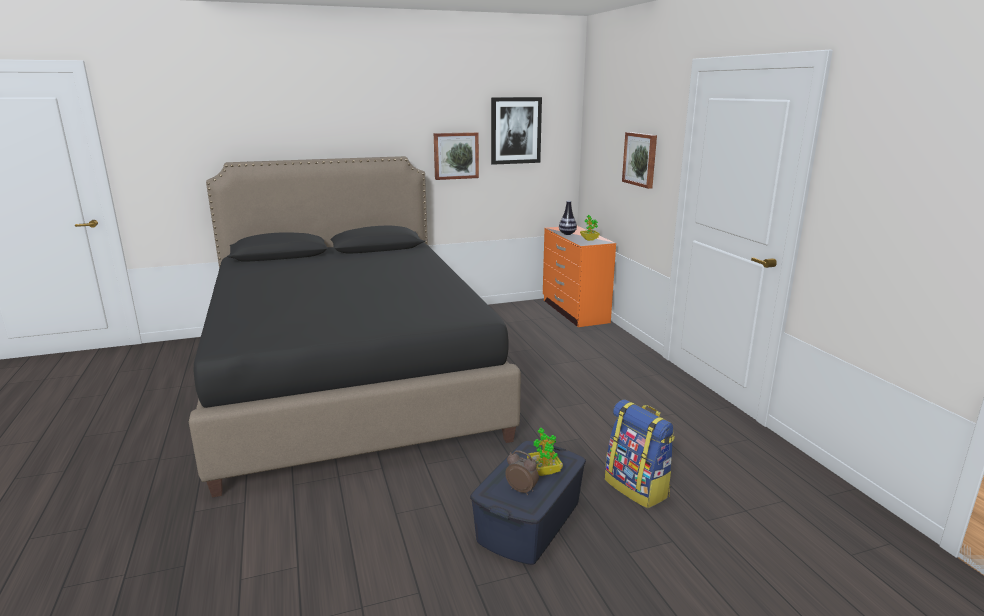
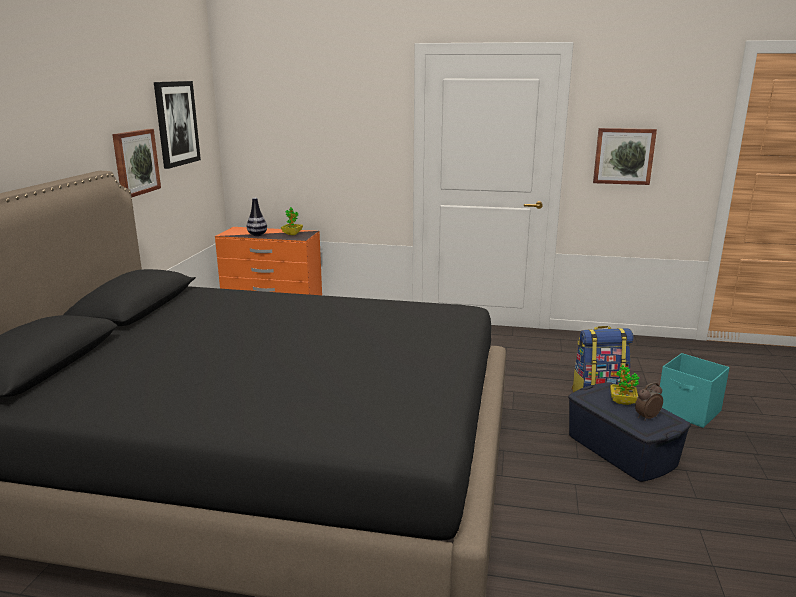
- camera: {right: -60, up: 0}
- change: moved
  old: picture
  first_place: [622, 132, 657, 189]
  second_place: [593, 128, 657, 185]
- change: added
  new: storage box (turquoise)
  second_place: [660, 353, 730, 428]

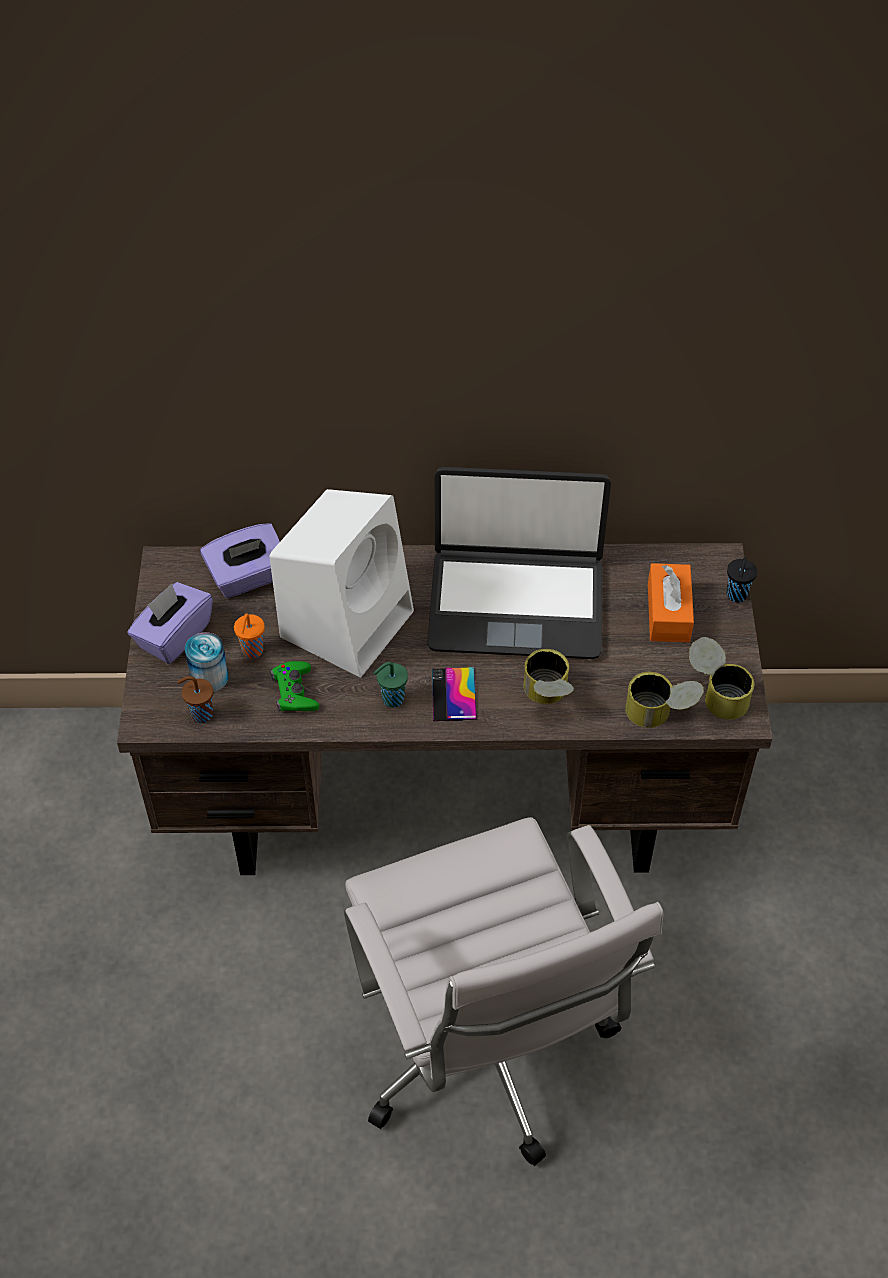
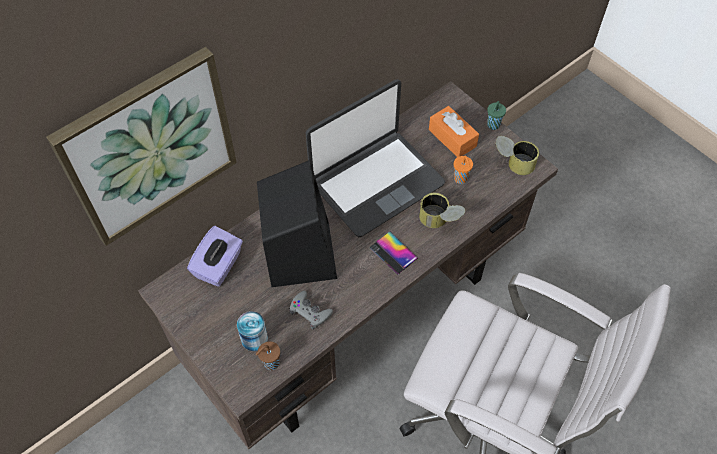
- camera: {right: -40, up: 5}
- change: removed
  old: tissue box (purple)
  first_place: [127, 582, 213, 664]
- change: moved
  old: cup (orange)
  first_place: [234, 613, 265, 659]
  second_place: [454, 156, 473, 184]
- change: recoloured
  old: speaker (white)
  new: speaker (black)
  first_place: [270, 489, 414, 678]
  second_place: [257, 160, 337, 287]
- change: recoloured
  old: game controller (green)
  new: game controller (grey)
  first_place: [271, 661, 319, 711]
  second_place: [289, 291, 333, 329]
- change: moved
  old: cup (green)
  first_place: [374, 662, 408, 708]
  second_place: [487, 101, 506, 130]
- change: removed
  old: can
  first_place: [625, 672, 704, 728]
- change: removed
  old: cup (black)
  first_place: [727, 557, 757, 602]
- change: added
  new: picture
  second_place: [46, 47, 237, 246]

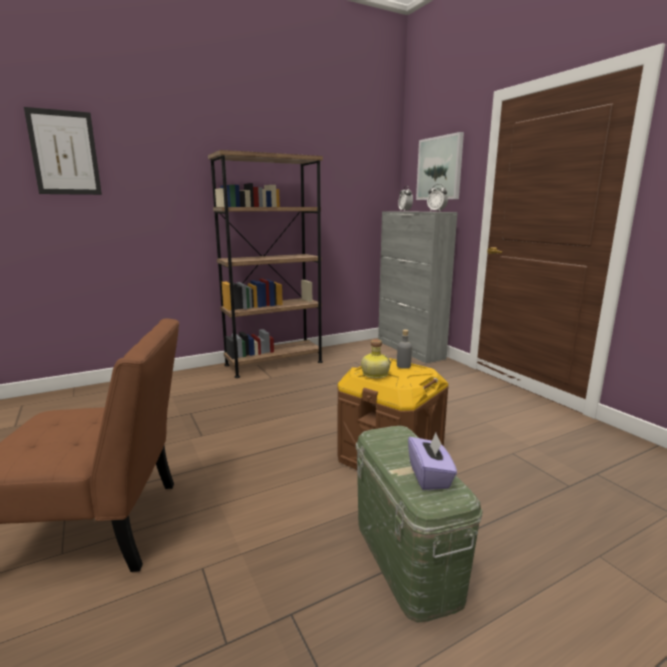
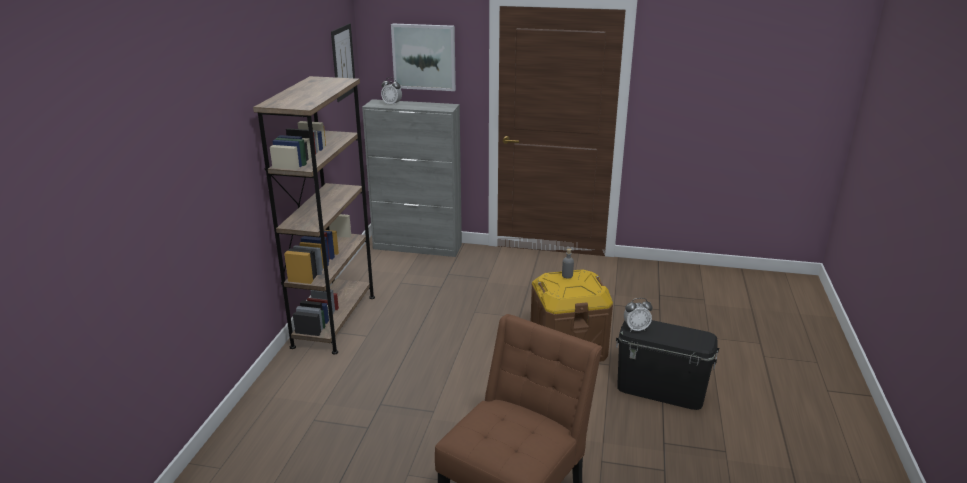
- camera: {right: -50, up: 10}
- change: moved
  old: picture
  first_place: [24, 107, 102, 195]
  second_place: [331, 23, 355, 102]
- change: recoloured
  old: storage box (green)
  new: storage box (black)
  first_place: [356, 426, 483, 623]
  second_place: [616, 320, 719, 410]
- change: removed
  old: bottle
  first_place: [361, 339, 390, 378]
- change: removed
  old: tissue box (purple)
  first_place: [408, 433, 457, 490]
- change: moved
  old: alarm clock
  first_place: [427, 184, 448, 212]
  second_place: [624, 298, 652, 332]

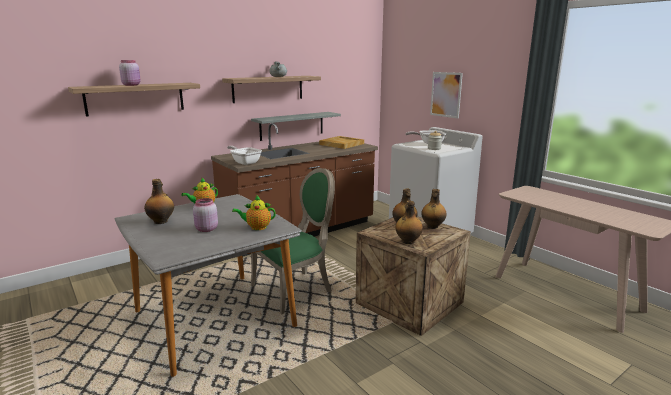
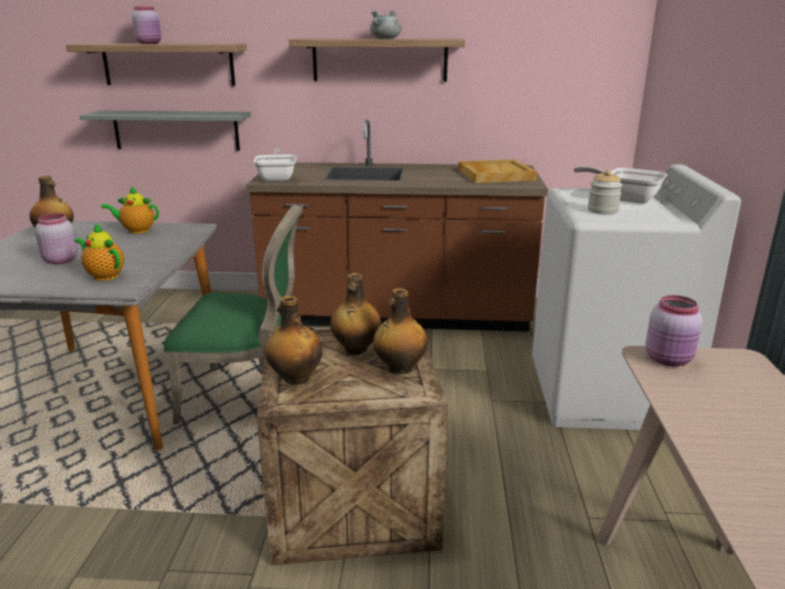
- camera: {right: 40, up: 5}
- change: moved
  old: shelf (grey)
  first_place: [251, 112, 341, 141]
  second_place: [79, 111, 251, 151]
- change: removed
  old: picture
  first_place: [430, 72, 463, 119]
- change: added
  new: jar (pink)
  second_place: [645, 295, 702, 366]

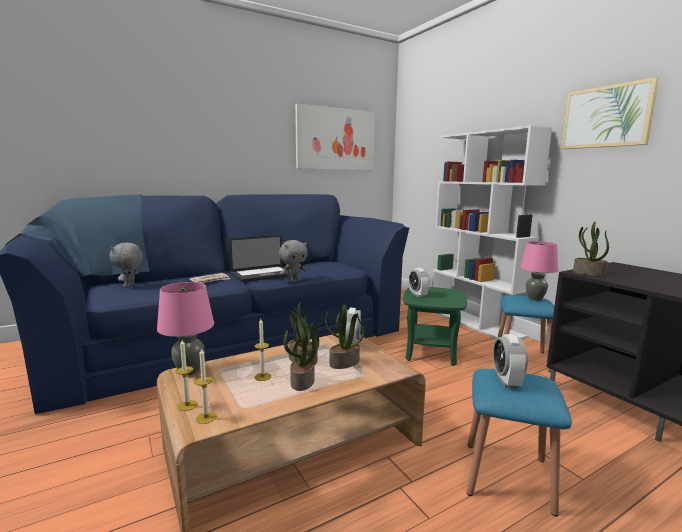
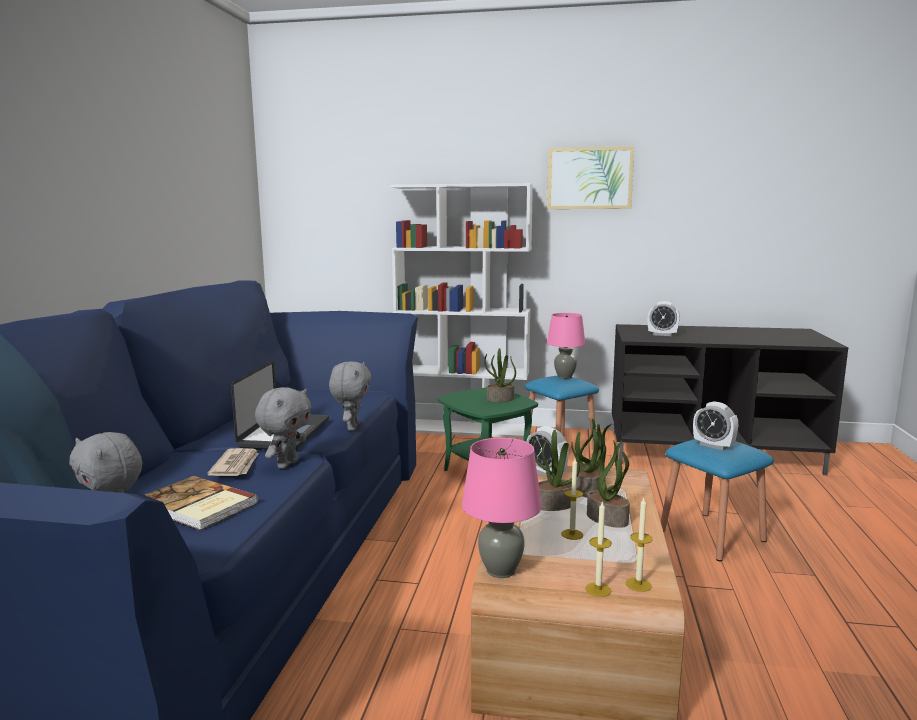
- camera: {right: -50, up: 0}
- change: removed
  old: picture
  first_place: [295, 104, 375, 170]
- change: moved
  old: alarm clock
  first_place: [409, 268, 430, 297]
  second_place: [648, 301, 680, 336]
- change: moved
  old: potted plant
  first_place: [573, 222, 609, 276]
  second_place: [484, 348, 516, 402]
- change: added
  new: book
  second_place: [145, 476, 258, 530]
- change: added
  new: plush toy (grey)
  second_place: [255, 387, 312, 469]

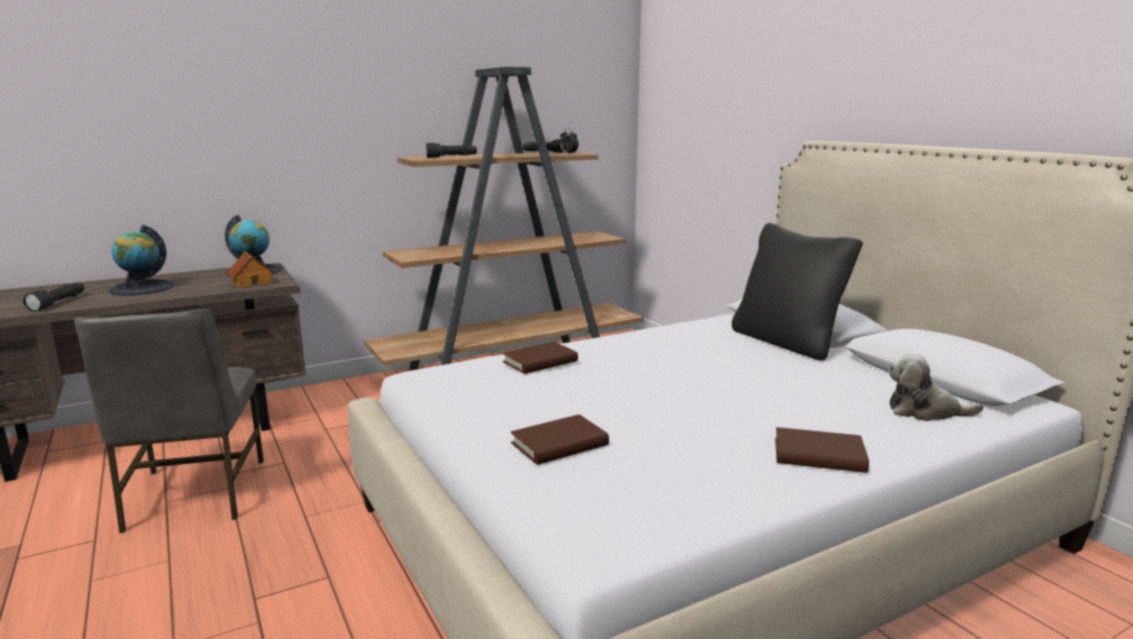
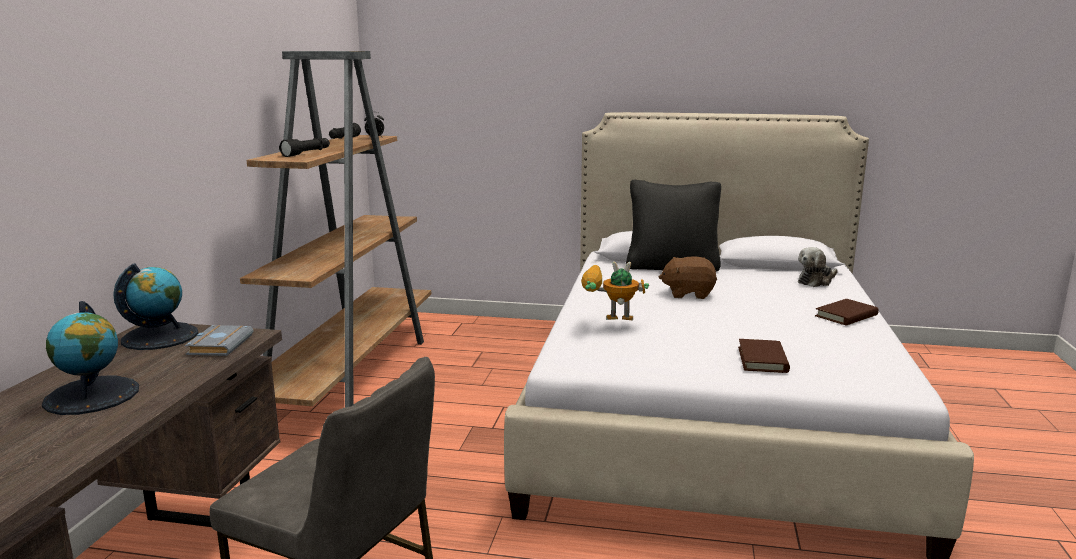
- camera: {right: -50, up: 0}
- change: removed
  old: flashlight (black)
  first_place: [23, 282, 84, 312]
- change: replaced
  old: toy house
  new: book (grey)
  first_place: [227, 251, 275, 288]
  second_place: [185, 325, 254, 356]
- change: replaced
  old: book (brown)
  new: toy robot
  first_place: [502, 341, 578, 374]
  second_place: [581, 261, 649, 321]
- change: added
  new: plush toy (brown)
  second_place: [659, 256, 717, 299]

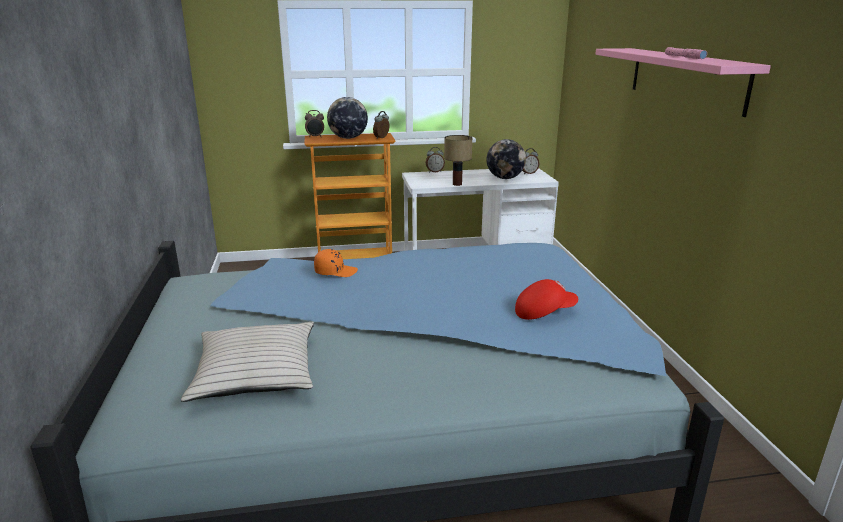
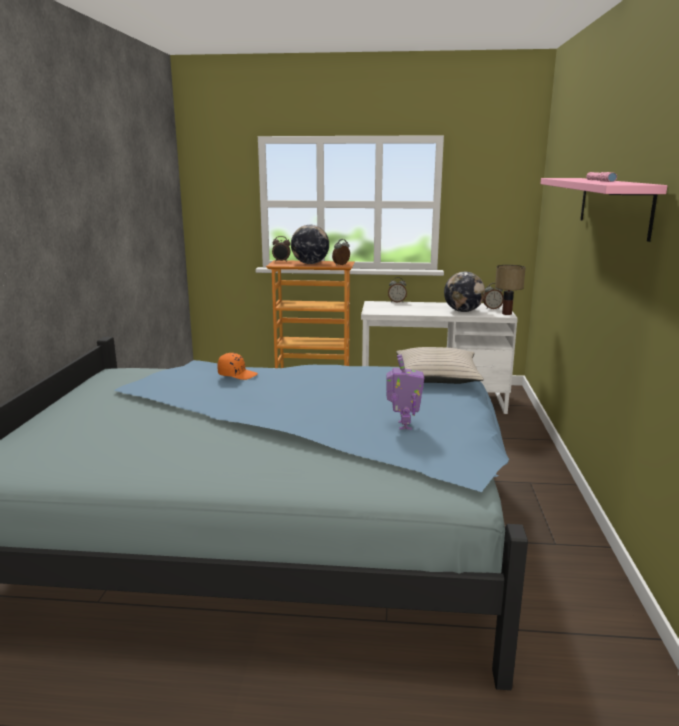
- camera: {right: 15, up: -5}
- change: moved
  old: pillow (beige)
  first_place: [181, 322, 314, 402]
  second_place: [396, 347, 484, 384]
- change: moved
  old: table lamp
  first_place: [444, 135, 472, 186]
  second_place: [495, 265, 526, 315]
- change: replaced
  old: cap (red)
  new: toy robot
  first_place: [515, 279, 578, 320]
  second_place: [386, 354, 424, 430]

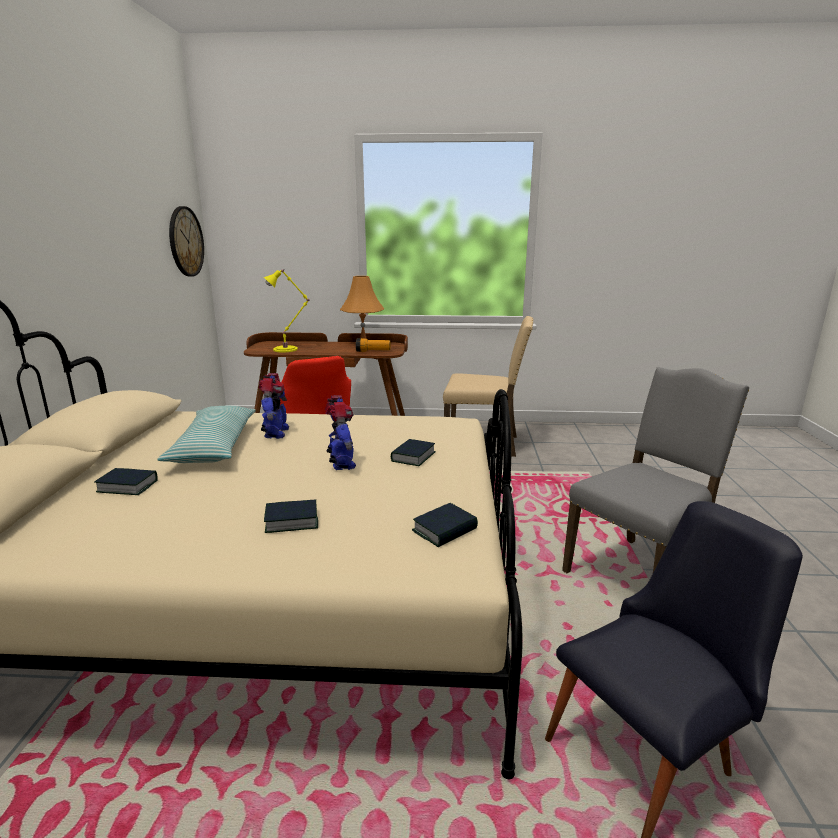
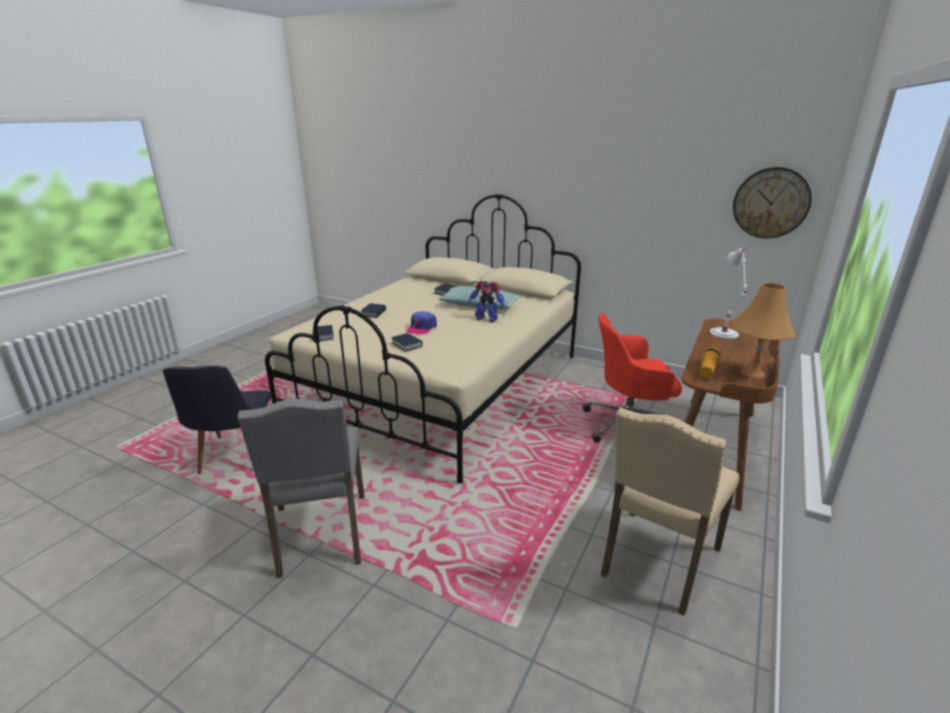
- camera: {right: 115, up: 5}
- change: recoloured
  old: table lamp (yellow)
  new: table lamp (white)
  first_place: [264, 269, 310, 352]
  second_place: [710, 248, 748, 339]
- change: replaced
  old: toy robot
  new: cap
  first_place: [325, 395, 356, 470]
  second_place: [405, 311, 437, 335]

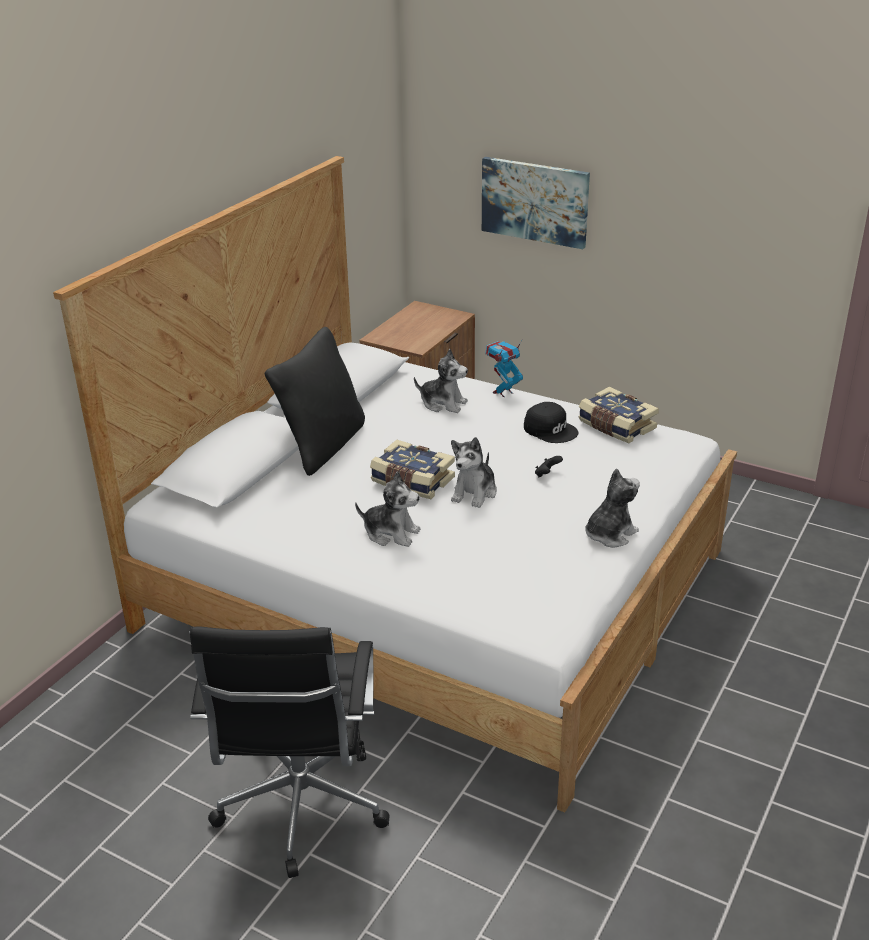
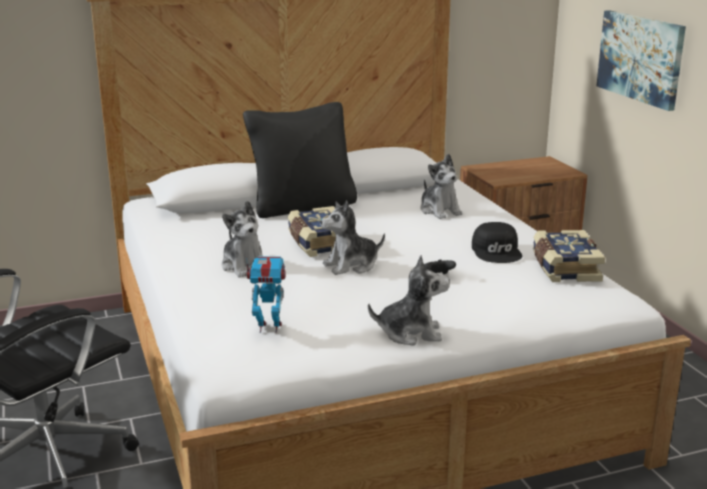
- camera: {right: 40, up: -10}
- change: moved
  old: toy robot
  first_place: [485, 339, 523, 397]
  second_place: [246, 256, 285, 333]

